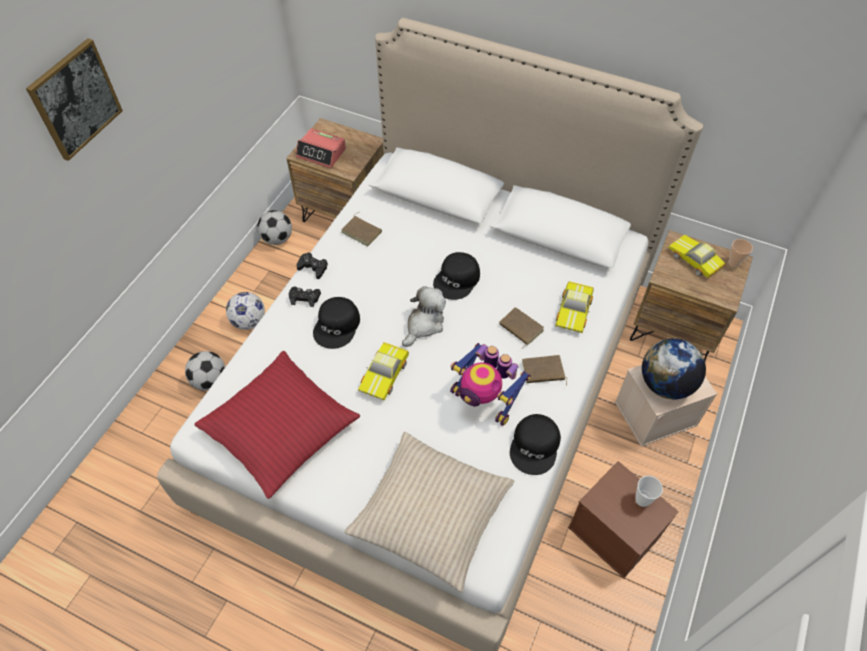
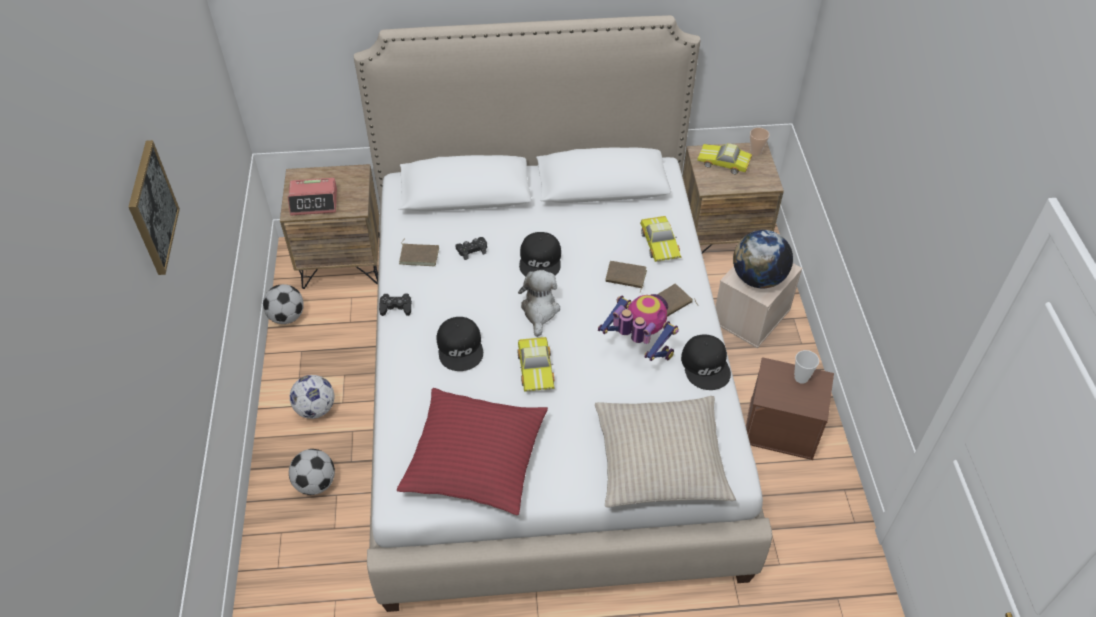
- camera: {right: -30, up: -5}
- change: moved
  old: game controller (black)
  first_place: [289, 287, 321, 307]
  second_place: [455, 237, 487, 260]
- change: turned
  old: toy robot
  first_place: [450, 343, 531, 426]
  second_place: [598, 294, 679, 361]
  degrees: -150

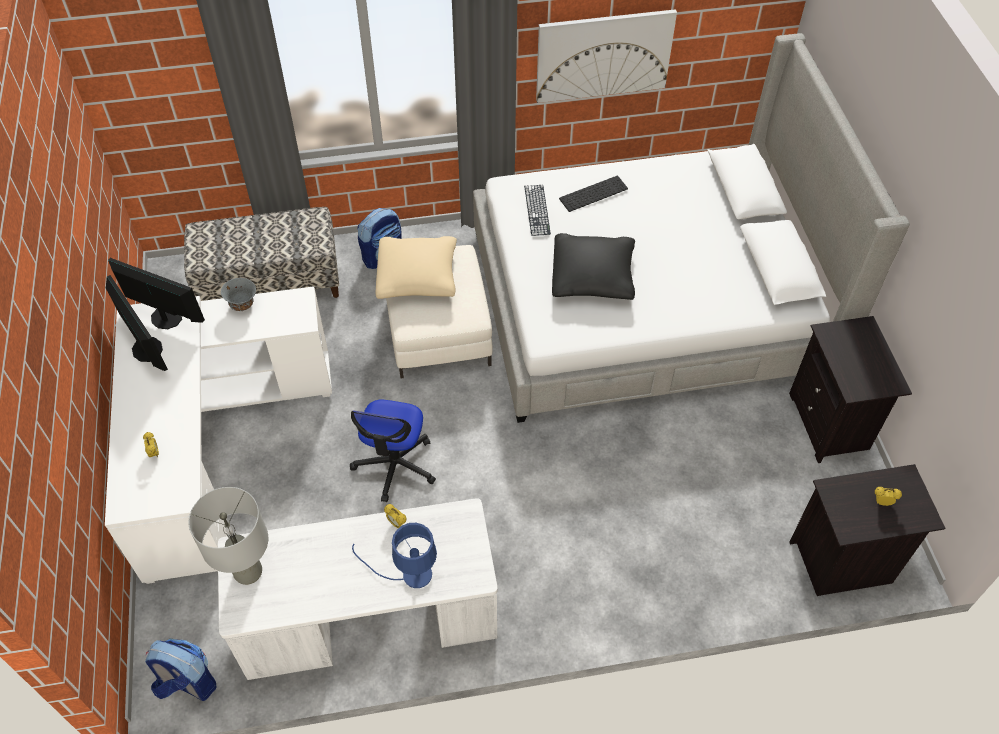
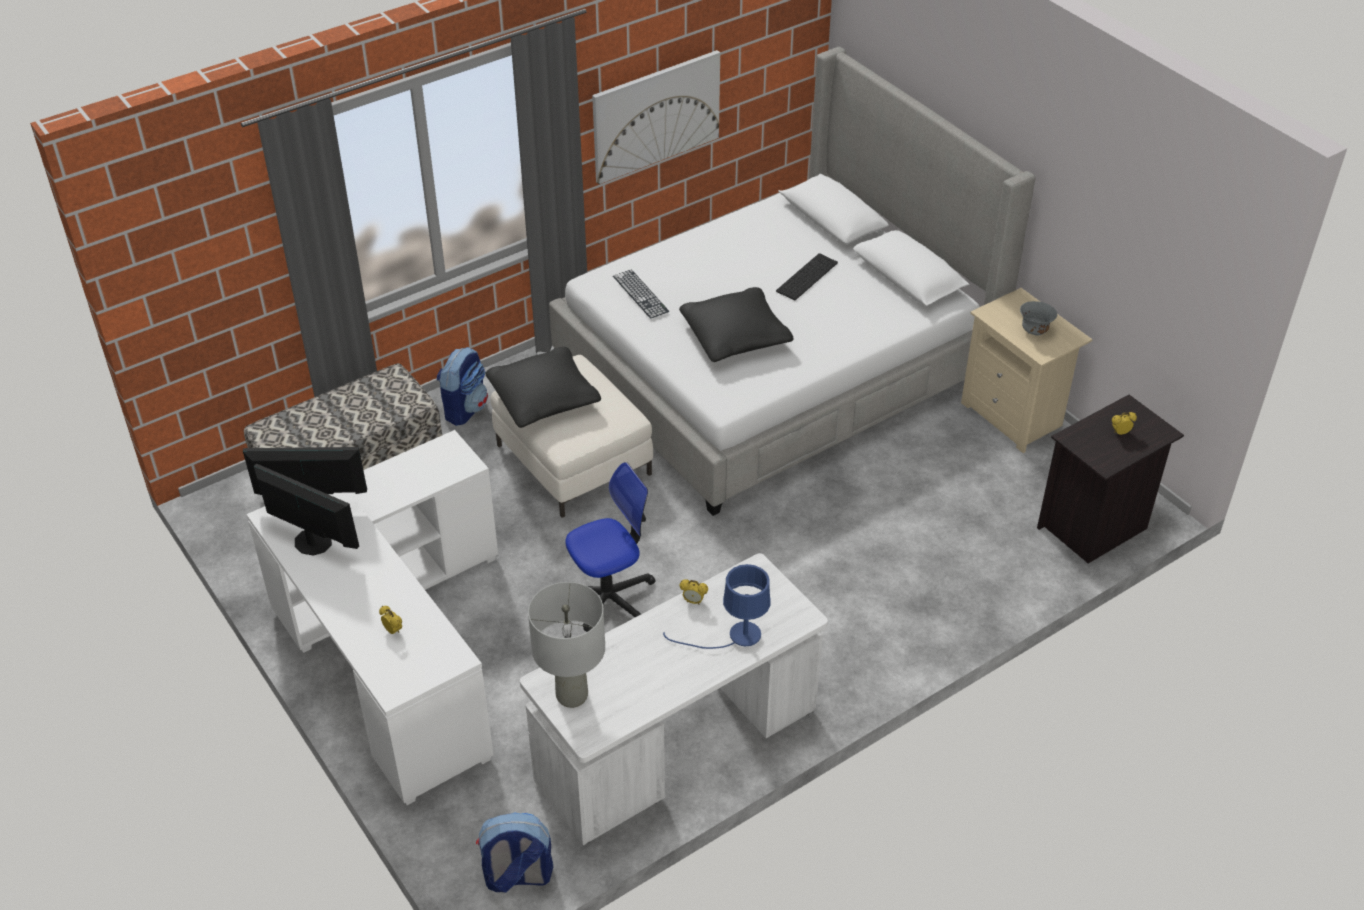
- camera: {right: -25, up: -10}
- change: moved
  old: bowl (grey)
  first_place: [221, 278, 256, 311]
  second_place: [1020, 301, 1057, 336]
- change: turned
  old: office chair
  first_place: [350, 399, 436, 502]
  second_place: [565, 462, 655, 632]
  degrees: -105
- change: recoloured
  old: pillow (beige)
  new: pillow (black)
  first_place: [375, 236, 457, 299]
  second_place: [485, 347, 601, 428]
- change: moved
  old: keyboard
  first_place: [559, 176, 628, 212]
  second_place: [776, 253, 838, 300]
- change: recoloured
  old: nightstand (black)
  new: nightstand (beige)
  first_place: [789, 316, 912, 463]
  second_place: [961, 288, 1093, 453]

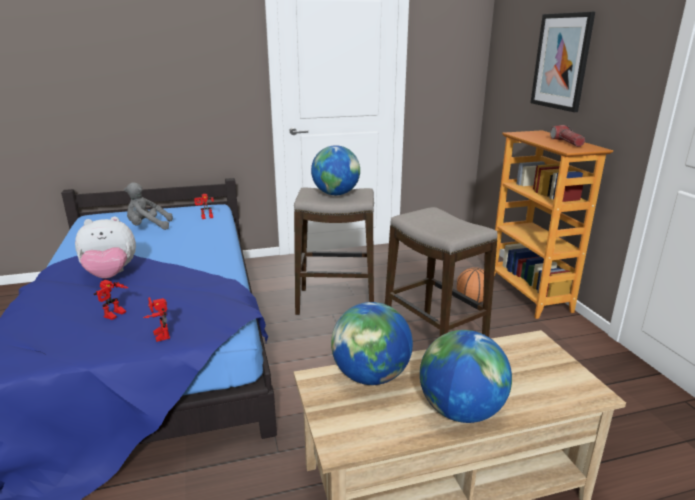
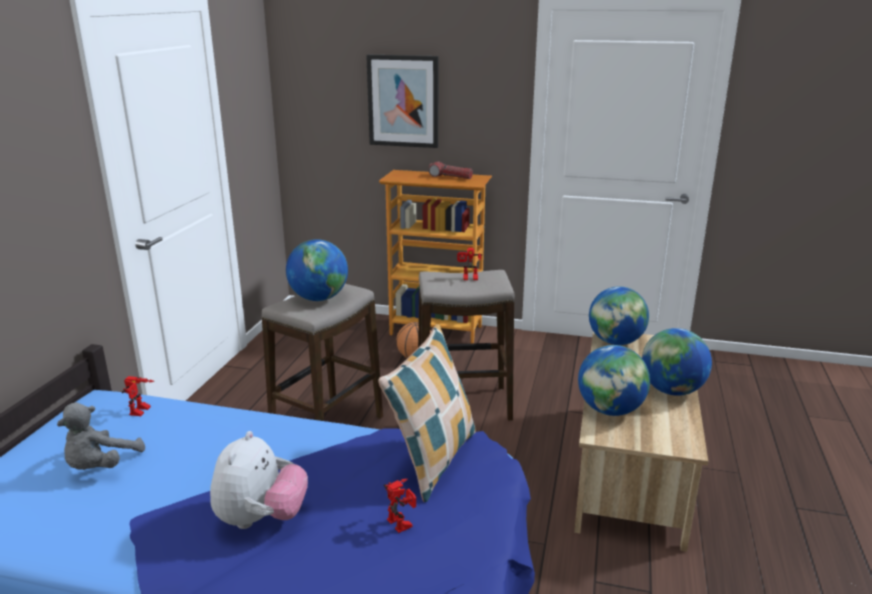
- camera: {right: -60, up: 0}
- change: moved
  old: toy robot
  first_place: [143, 297, 170, 342]
  second_place: [457, 248, 482, 280]
- change: added
  new: pillow
  second_place: [378, 324, 476, 503]
- change: added
  new: globe
  second_place: [589, 286, 649, 345]

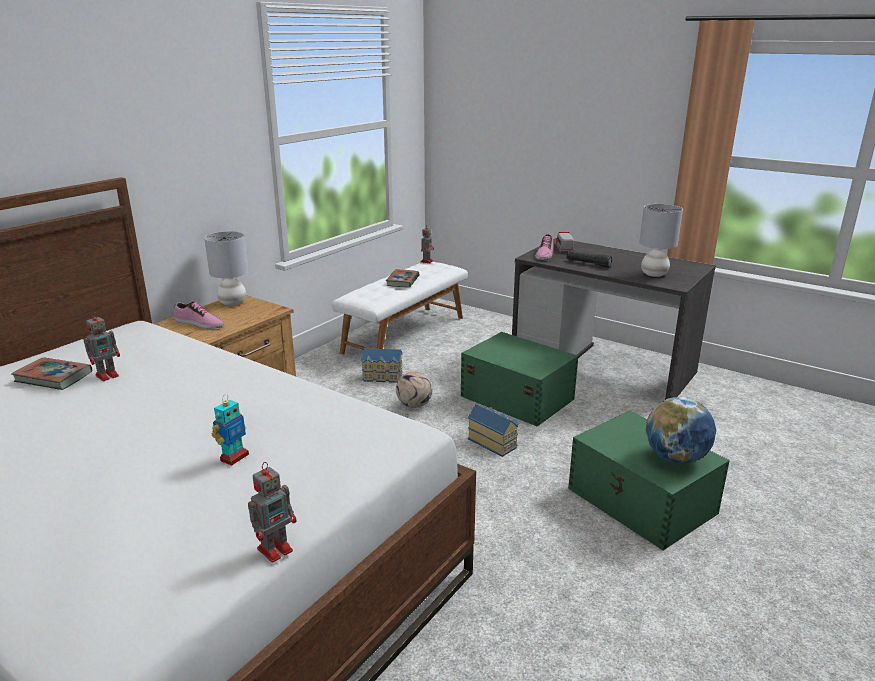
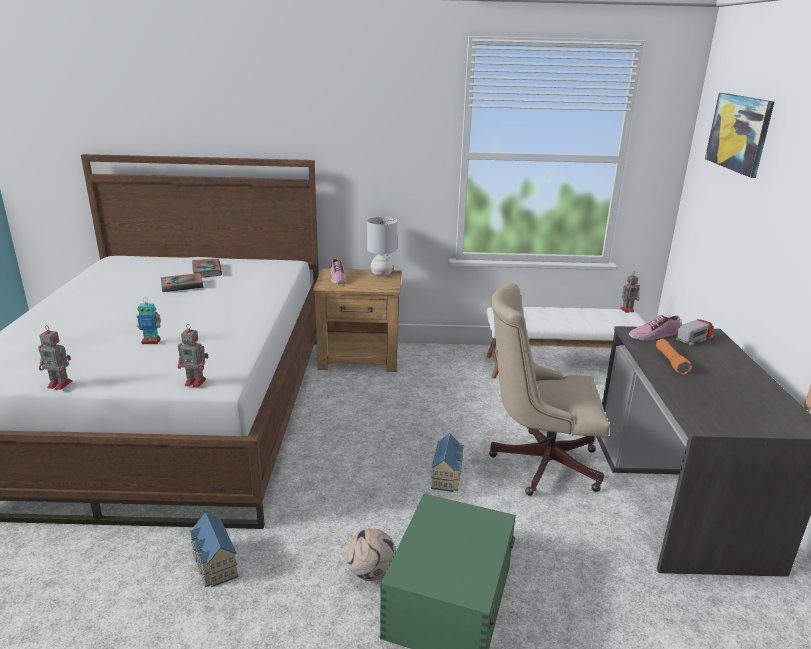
- camera: {right: 55, up: 0}
- change: moved
  old: toy robot
  first_place: [83, 311, 120, 381]
  second_place: [178, 324, 209, 388]
- change: moved
  old: toy house
  first_place: [361, 348, 403, 383]
  second_place: [189, 513, 239, 587]
- change: moved
  old: book
  first_place: [386, 269, 420, 287]
  second_place: [161, 273, 203, 292]
- change: moved
  old: football
  first_place: [396, 371, 433, 408]
  second_place: [346, 528, 396, 581]
- change: replaced
  old: storage box (green)
  new: office chair (beige)
  first_place: [461, 332, 578, 427]
  second_place: [489, 283, 610, 496]
- change: recoloured
  old: flashlight (black)
  new: flashlight (orange)
  first_place: [566, 250, 612, 268]
  second_place: [656, 339, 691, 374]
- change: removed
  old: table lamp (grey)
  first_place: [639, 204, 683, 277]
- change: removed
  old: globe
  first_place: [646, 397, 716, 464]
- change: added
  new: picture
  second_place: [705, 93, 774, 178]

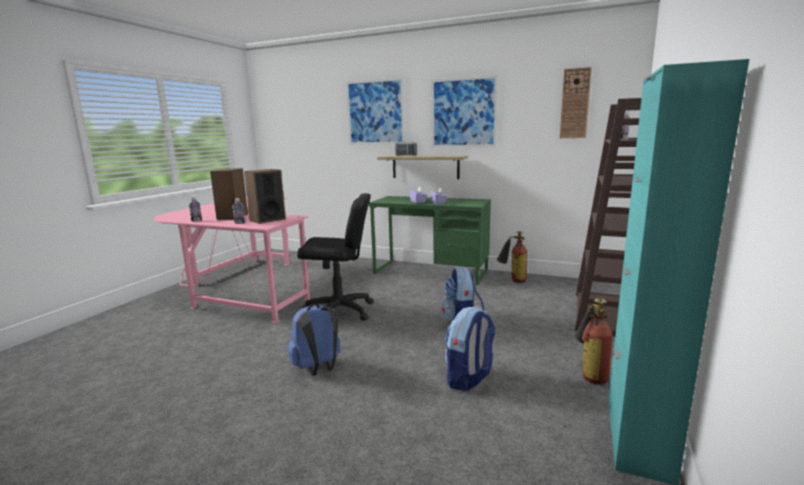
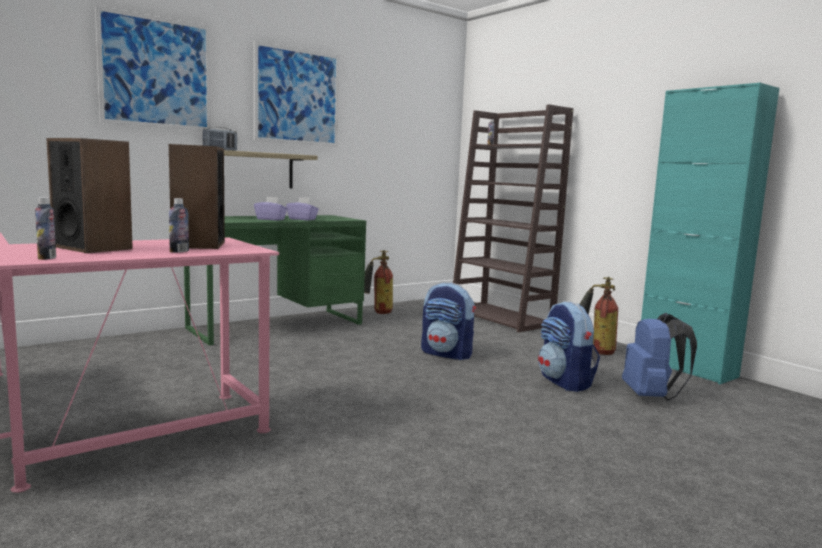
- camera: {right: -60, up: -5}
- change: moved
  old: backpack (blue)
  first_place: [288, 304, 341, 376]
  second_place: [622, 313, 697, 401]
- change: removed
  old: office chair (black)
  first_place: [297, 193, 373, 321]
- change: removed
  old: wall clock
  first_place: [560, 67, 592, 138]

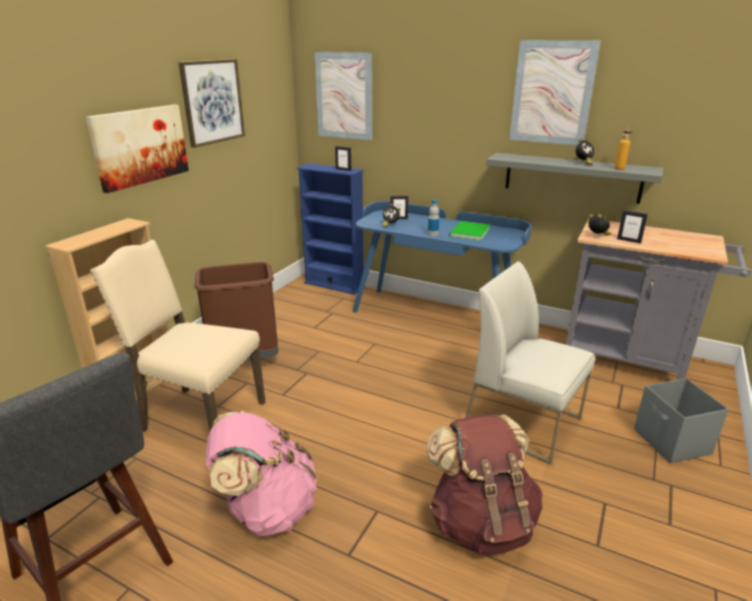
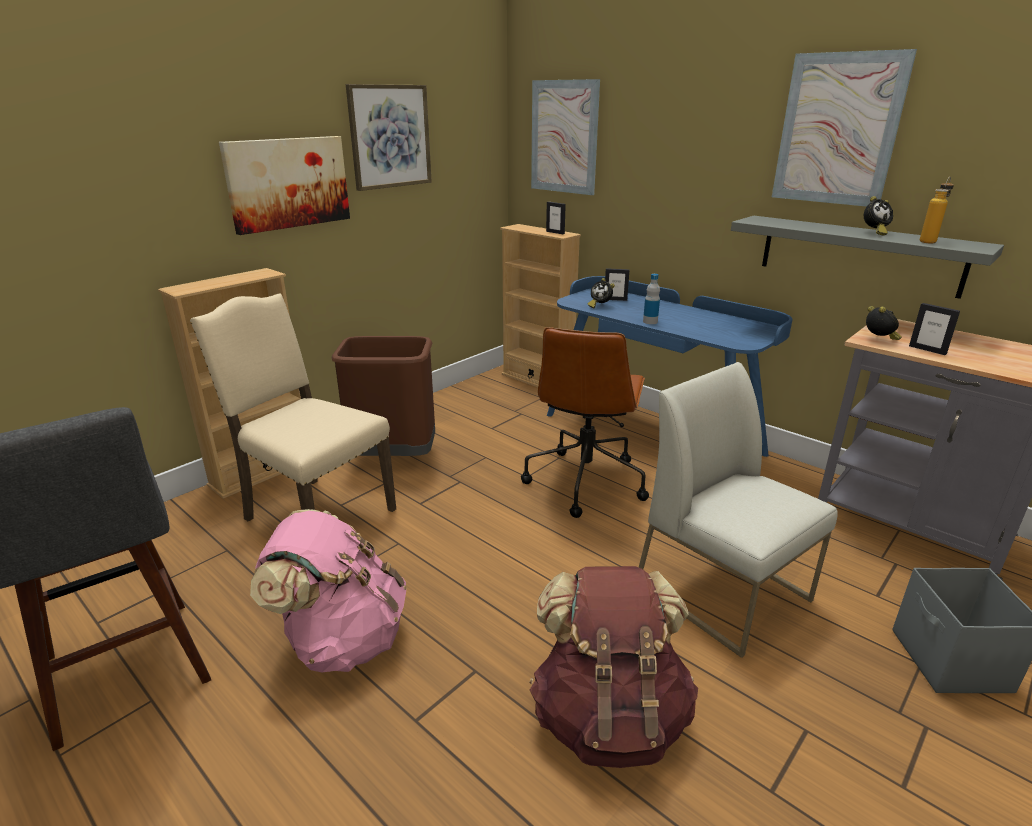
- camera: {right: 15, up: 0}
- change: recoloured
  old: bookcase (blue)
  new: bookcase (beige)
  first_place: [297, 164, 364, 295]
  second_place: [500, 224, 581, 387]
- change: removed
  old: book (green)
  first_place: [449, 221, 490, 241]
- change: added
  new: office chair (brown)
  second_place: [521, 327, 649, 518]

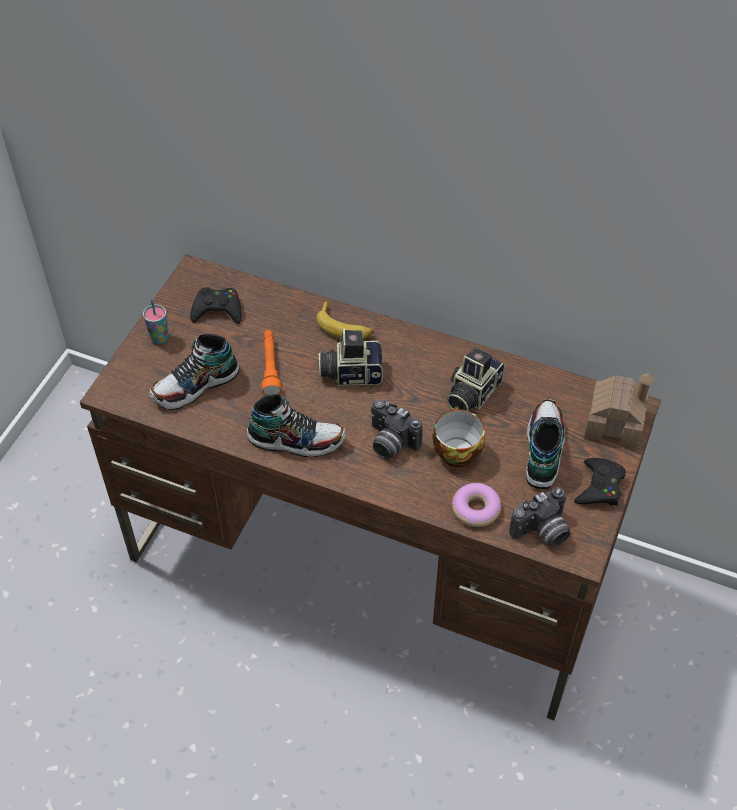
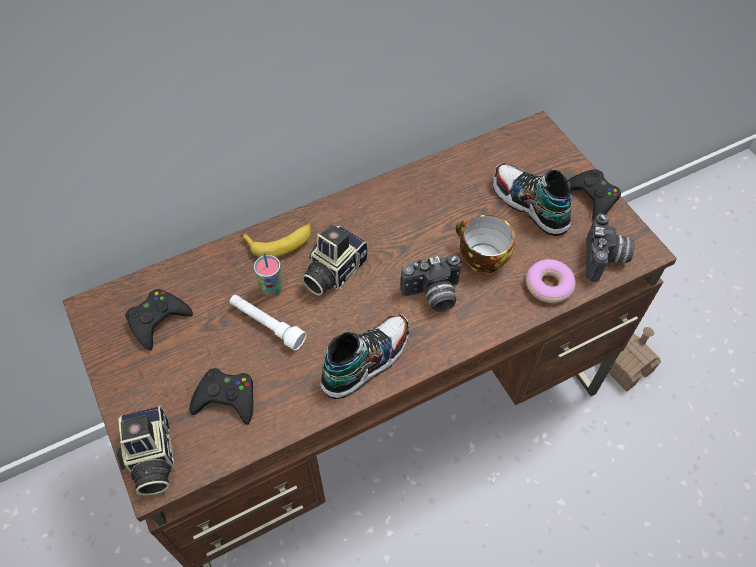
- camera: {right: -50, up: 5}
- change: moved
  old: cup
  first_place: [143, 299, 169, 344]
  second_place: [254, 252, 282, 297]
- change: replaced
  old: shoe
  new: game controller (black)
  first_place: [149, 334, 239, 410]
  second_place: [190, 368, 253, 425]
- change: recoloured
  old: flashlight (orange)
  new: flashlight (white)
  first_place: [262, 330, 281, 395]
  second_place: [230, 295, 306, 350]
- change: moved
  old: photo camera
  first_place: [446, 347, 505, 411]
  second_place: [117, 406, 175, 496]
- change: moved
  old: toy house
  first_place: [584, 373, 655, 449]
  second_place: [599, 327, 661, 392]

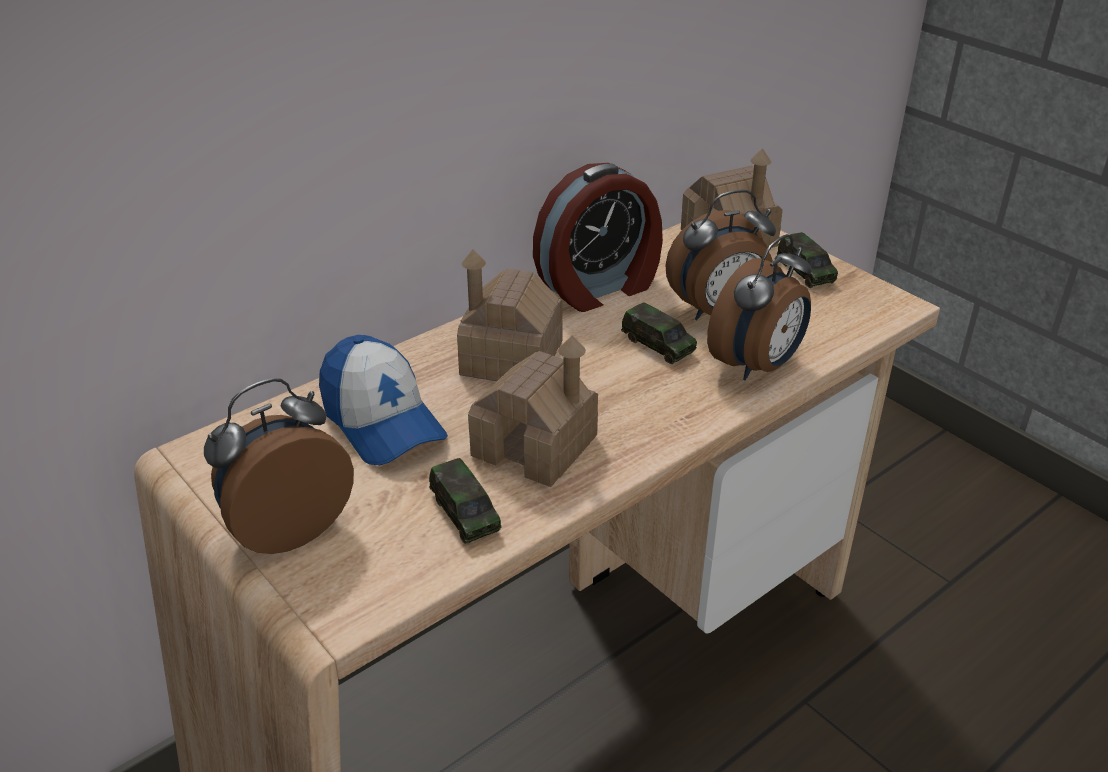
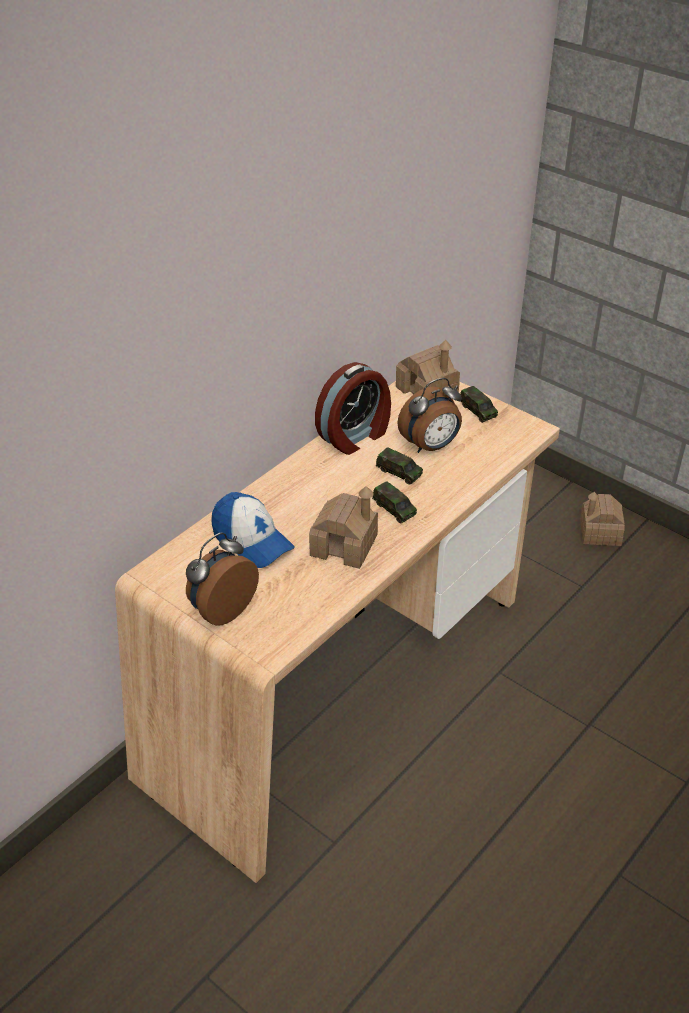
- camera: {right: -10, up: 5}
- change: moved
  old: toy car
  first_place: [429, 458, 502, 544]
  second_place: [372, 481, 417, 523]
- change: moved
  old: toy house
  first_place: [457, 249, 563, 381]
  second_place: [580, 492, 625, 546]
- change: removed
  old: alarm clock
  first_place: [707, 234, 812, 380]

